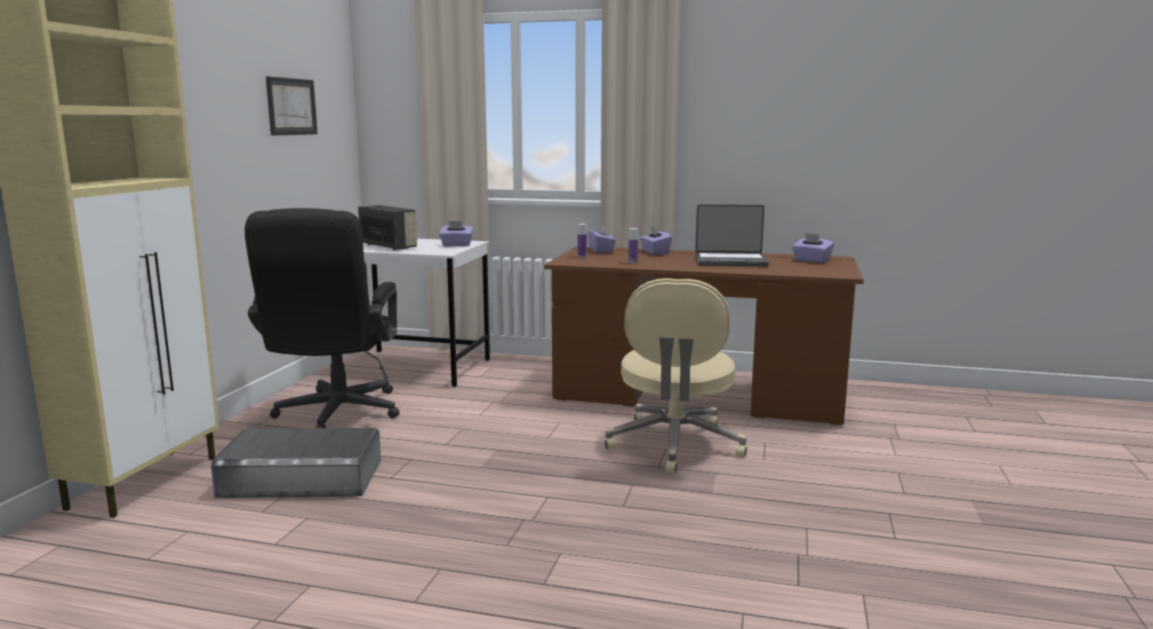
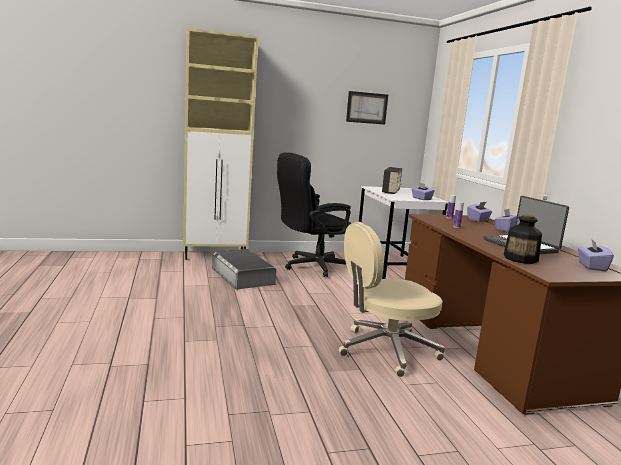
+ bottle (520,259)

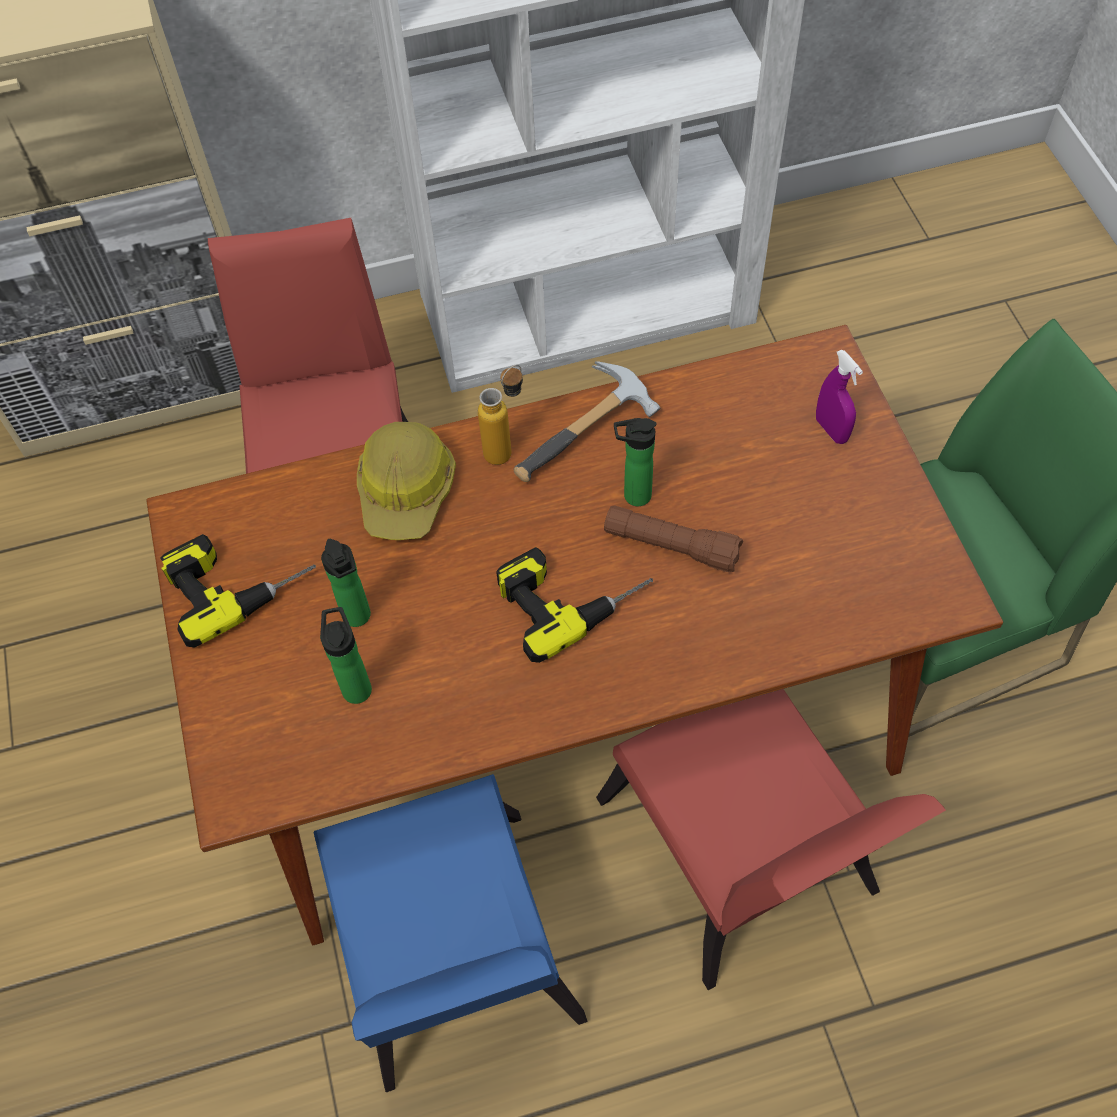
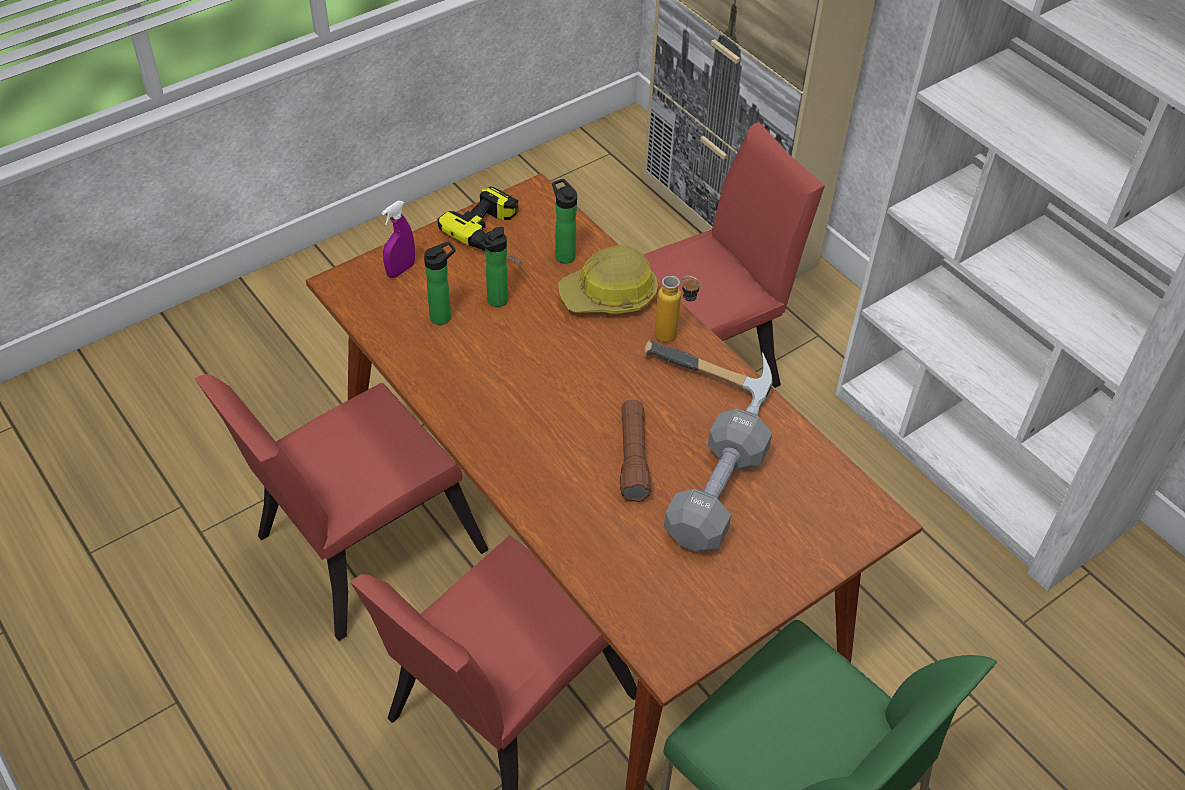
~ chair in blue (456,965) to chair in red (357,548)
~ spray bottle in purple (831,430) to (400,270)
~ bottle (633,496) to (563,254)
+ dumbbell in grey (716,496)
- power drill (570,594)

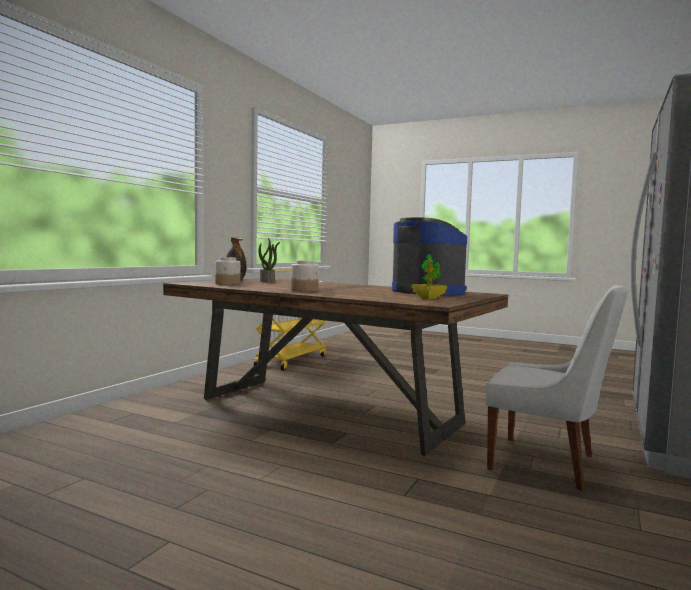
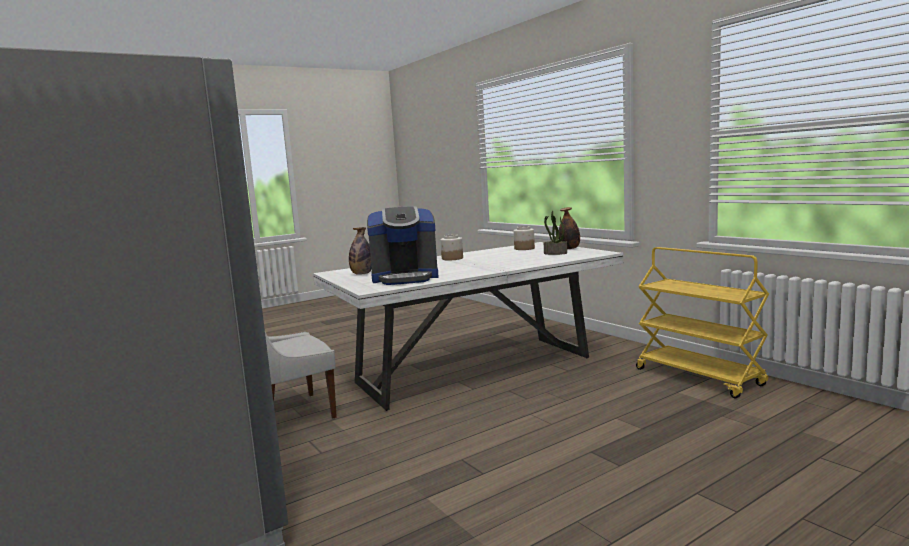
~ dining table in brown (325,411) to dining table in white (475,370)
~ potted plant (428,298) to bottle (362,274)

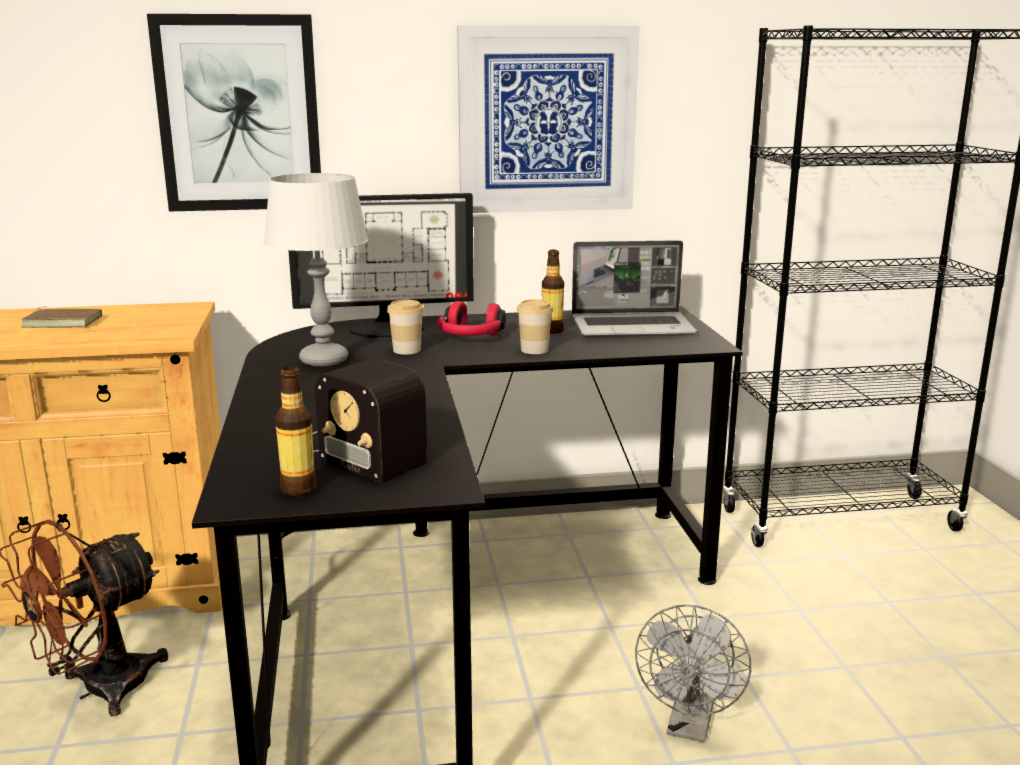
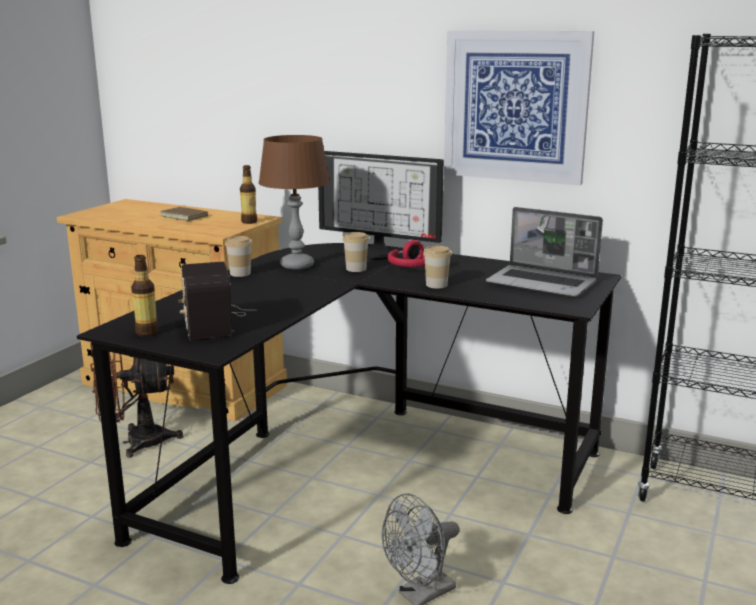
+ cup (240,273)
~ bottle (552,331) to (249,222)
~ table lamp in grey (323,360) to table lamp in brown (296,265)
- picture (239,114)

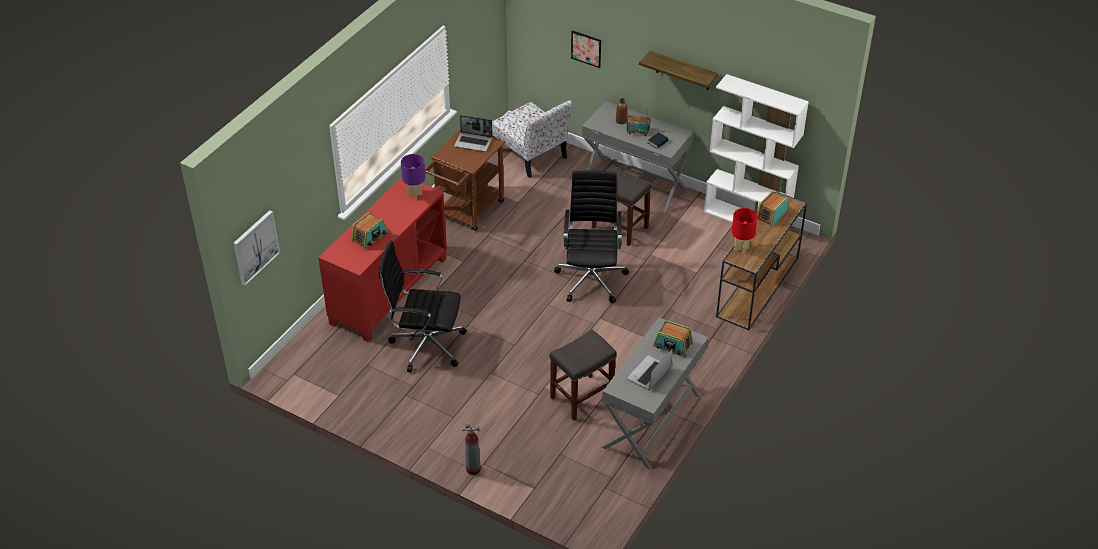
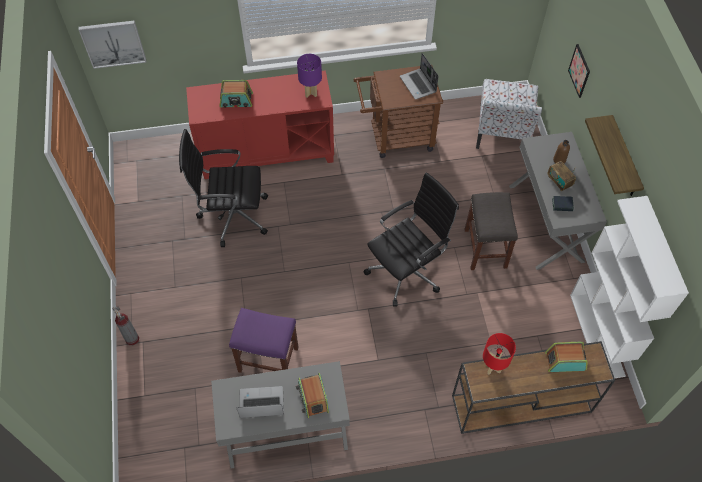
~ office chair in black (425,345) = (232,215) 60 degrees counterclockwise
~ stool in grey (582,397) to stool in purple (269,359)

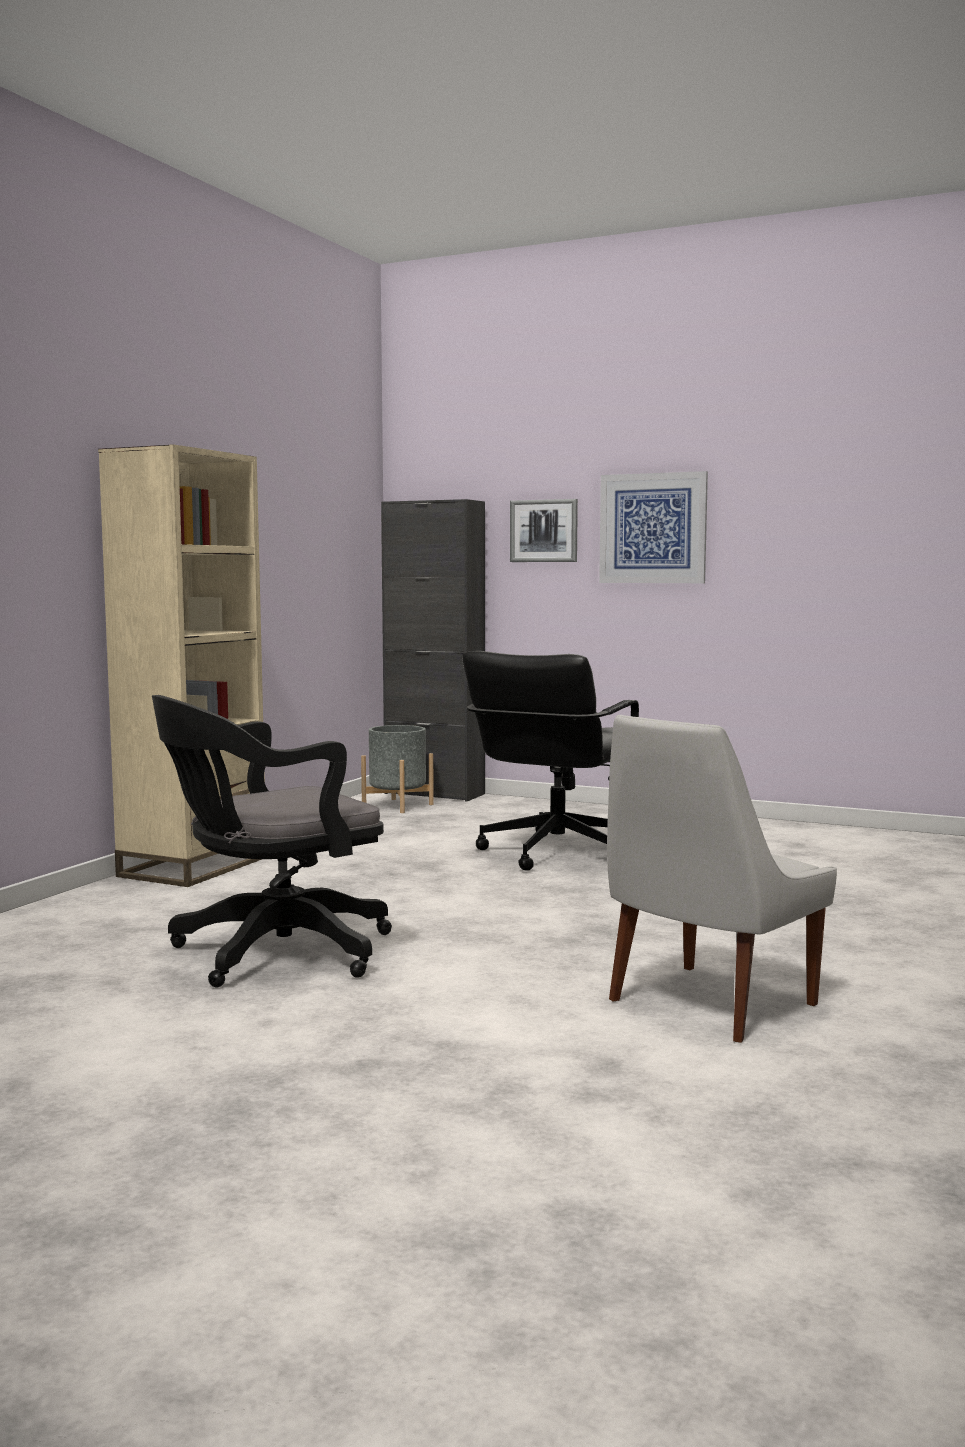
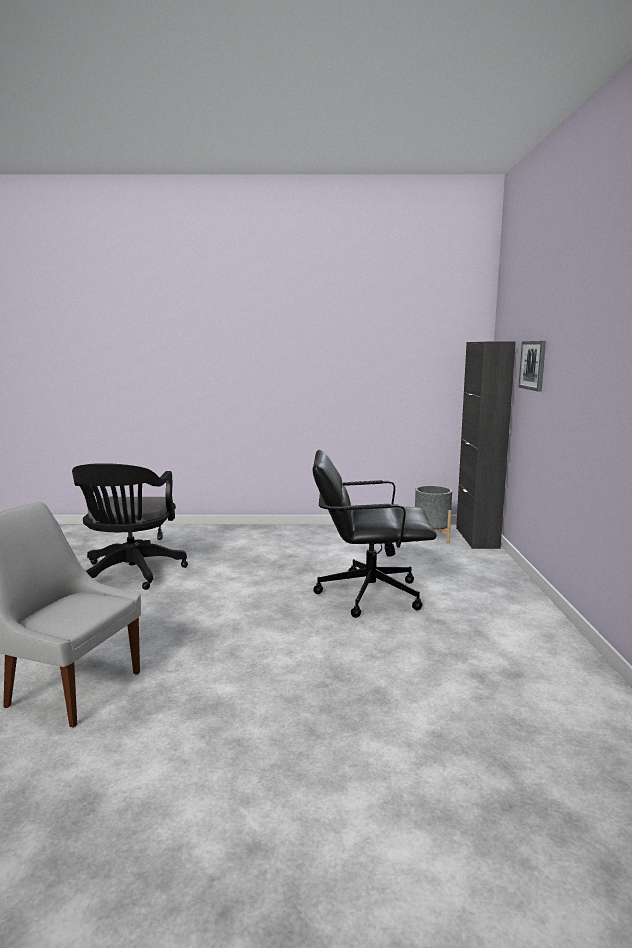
~ office chair in black (272,954) = (131,574) 120 degrees counterclockwise
- bookcase in beige (194,867)
- picture (653,528)

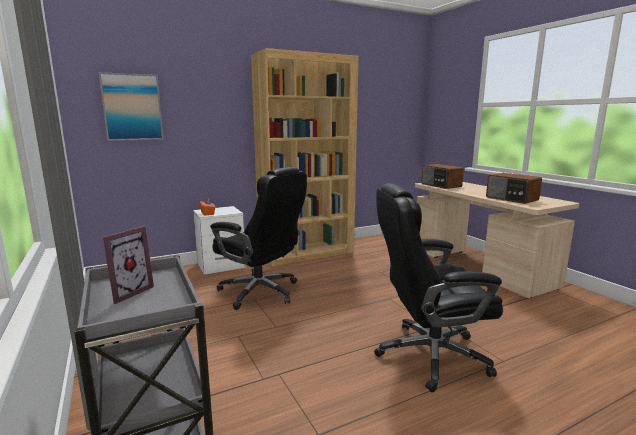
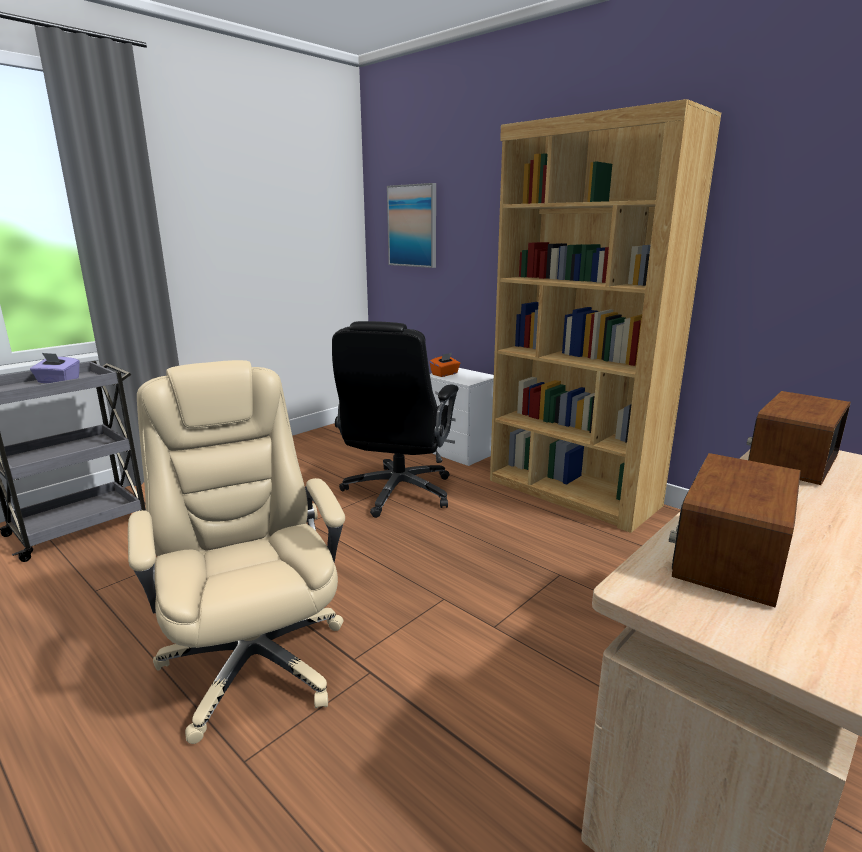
~ picture frame (127,292) to tissue box in purple (58,381)
~ office chair in black (429,355) to office chair in beige (254,660)

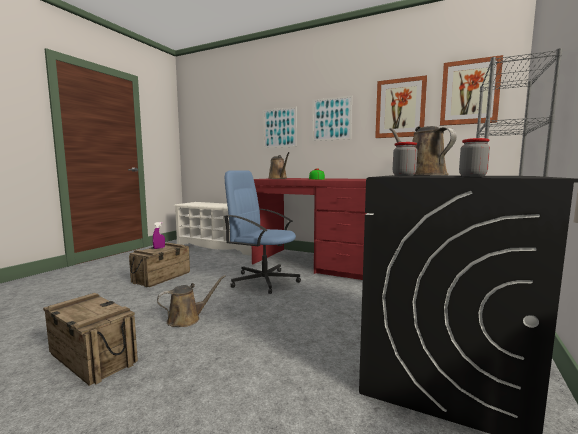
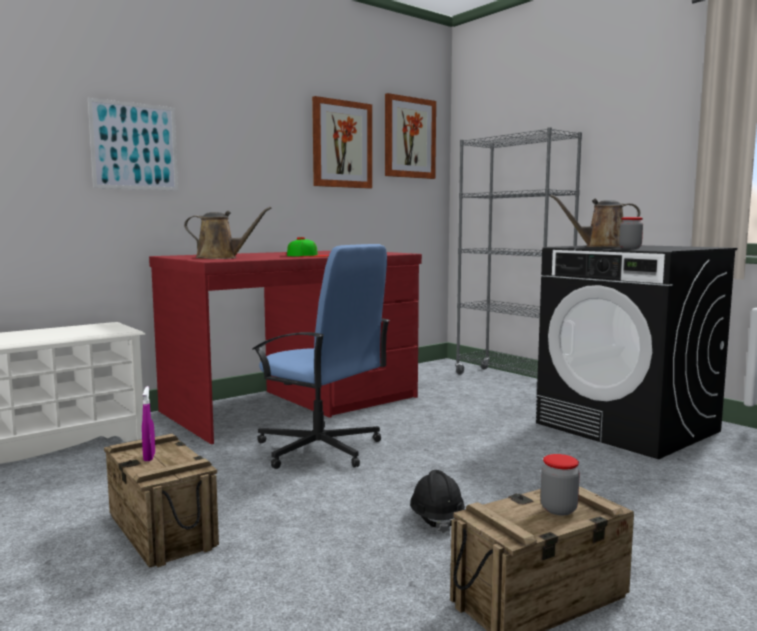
~ office chair in blue (263,281) = (320,449) 105 degrees counterclockwise
~ watering can in brown (187,319) to hard hat in black (436,518)
~ jar (472,176) to (558,509)
- picture (331,119)

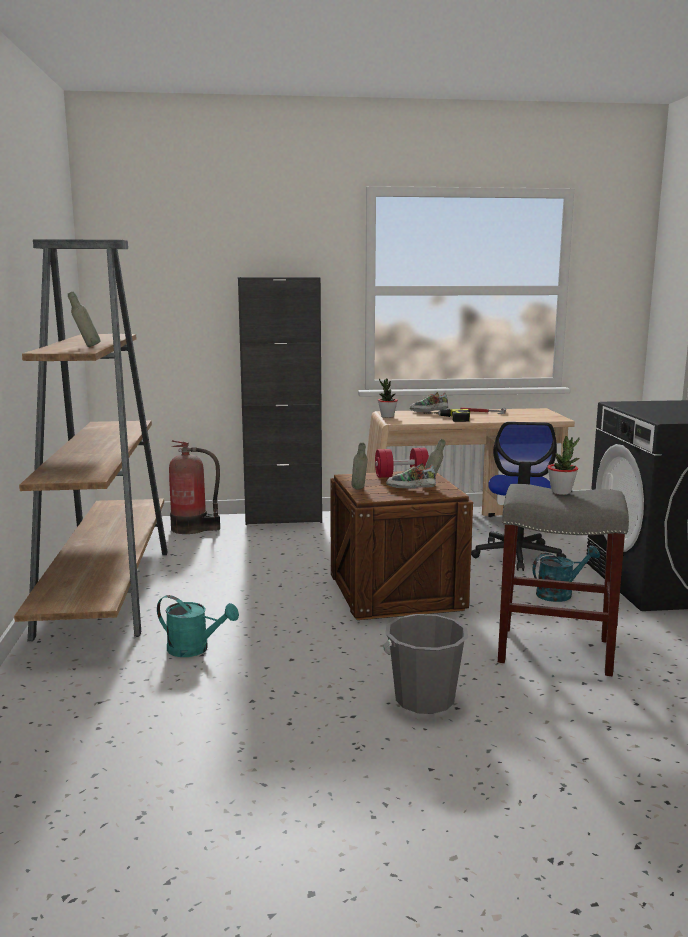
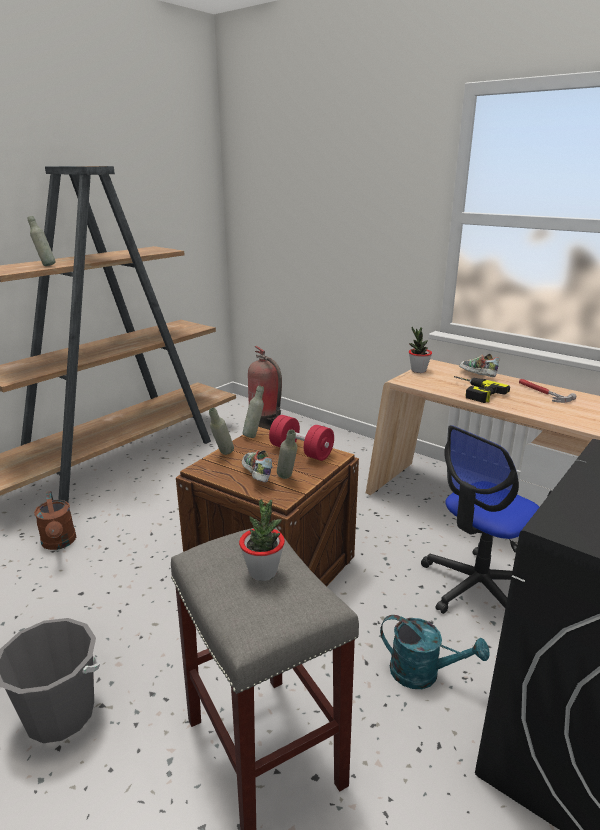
~ watering can in turquoise (195,649) to watering can in brown (59,543)
+ bottle in grey (254,435)
- cabinet in black (283,518)

